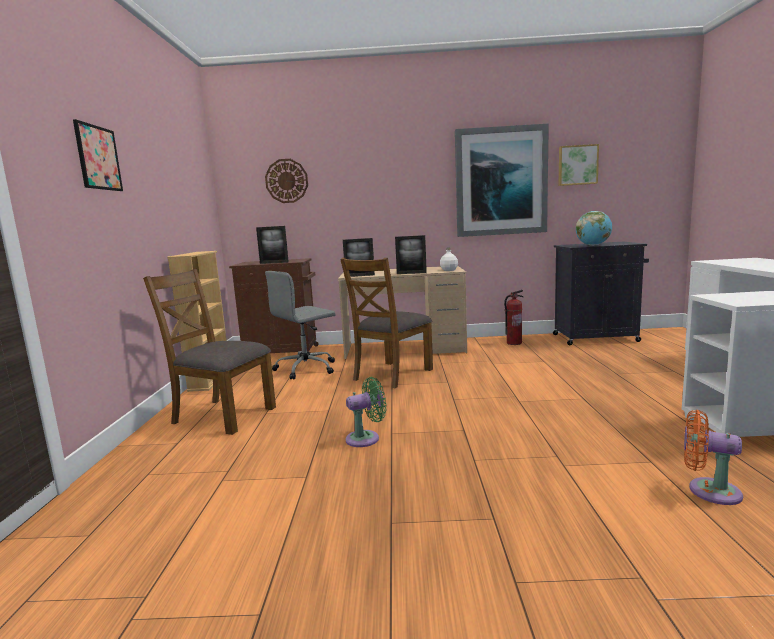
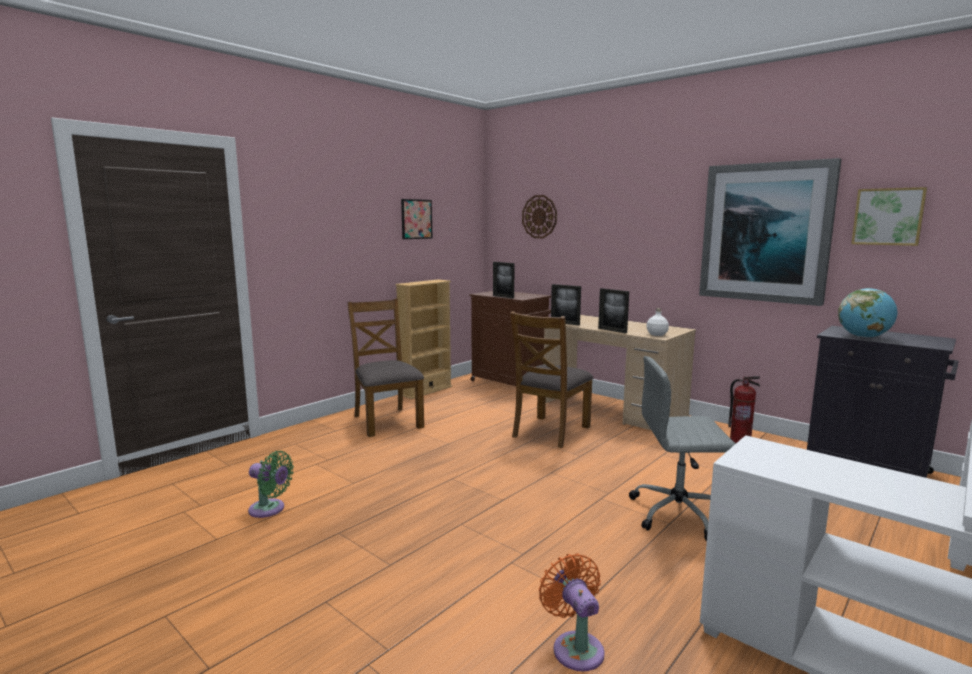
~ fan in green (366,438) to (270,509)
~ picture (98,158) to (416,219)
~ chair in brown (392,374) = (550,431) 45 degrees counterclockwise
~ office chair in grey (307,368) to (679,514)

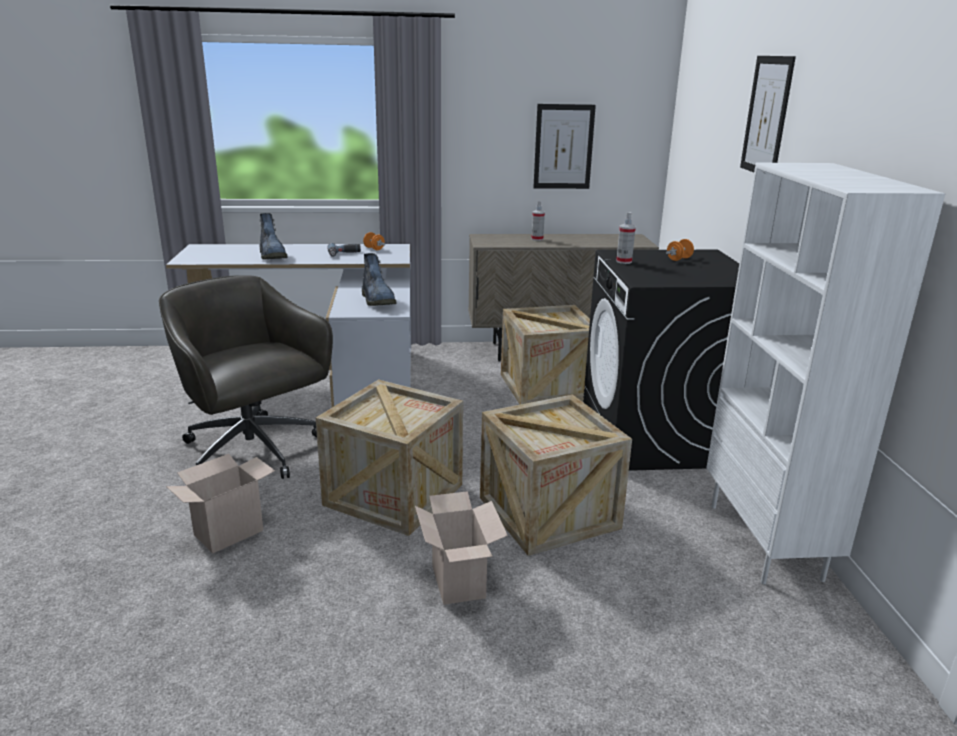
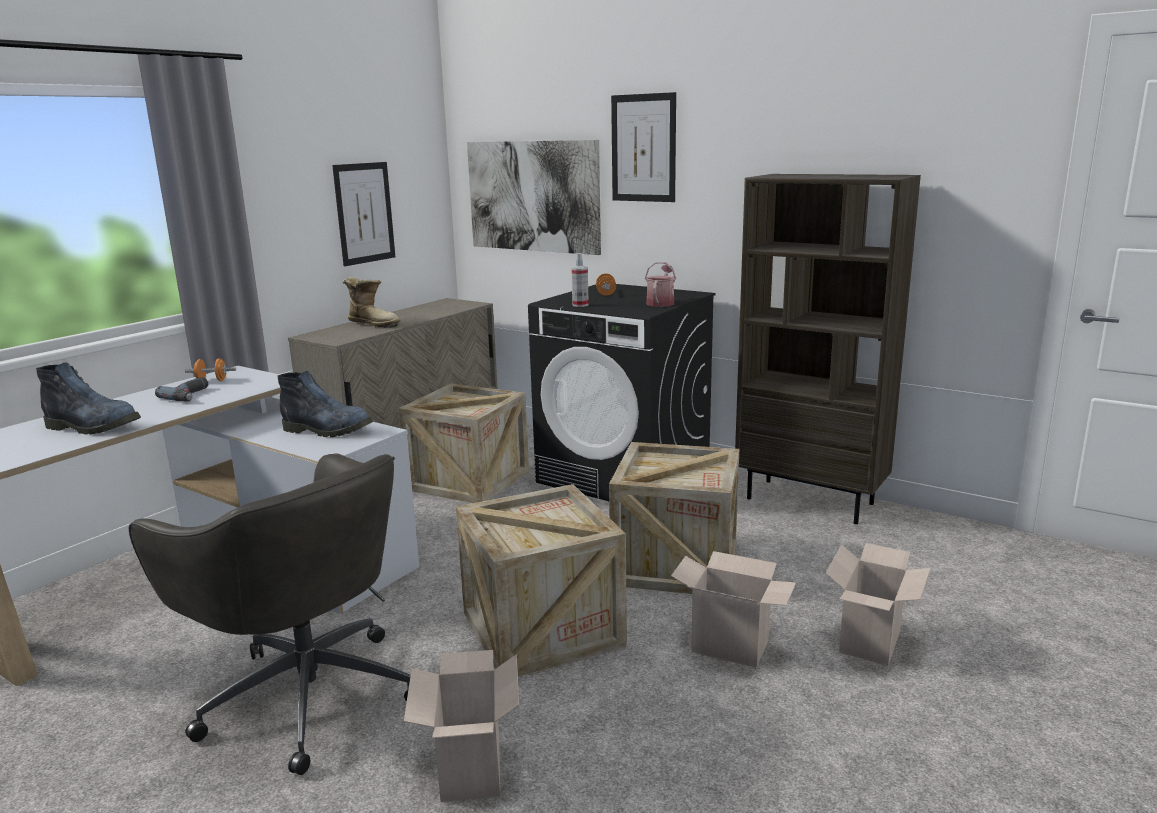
~ office chair in grey (253,452) = (307,693) 135 degrees counterclockwise
~ spray bottle (537,239) to boot (373,323)
+ picture (533,196)
+ watering can (661,302)
~ bookcase in white (766,542) to bookcase in brown (811,501)
+ cardboard box (871,643)

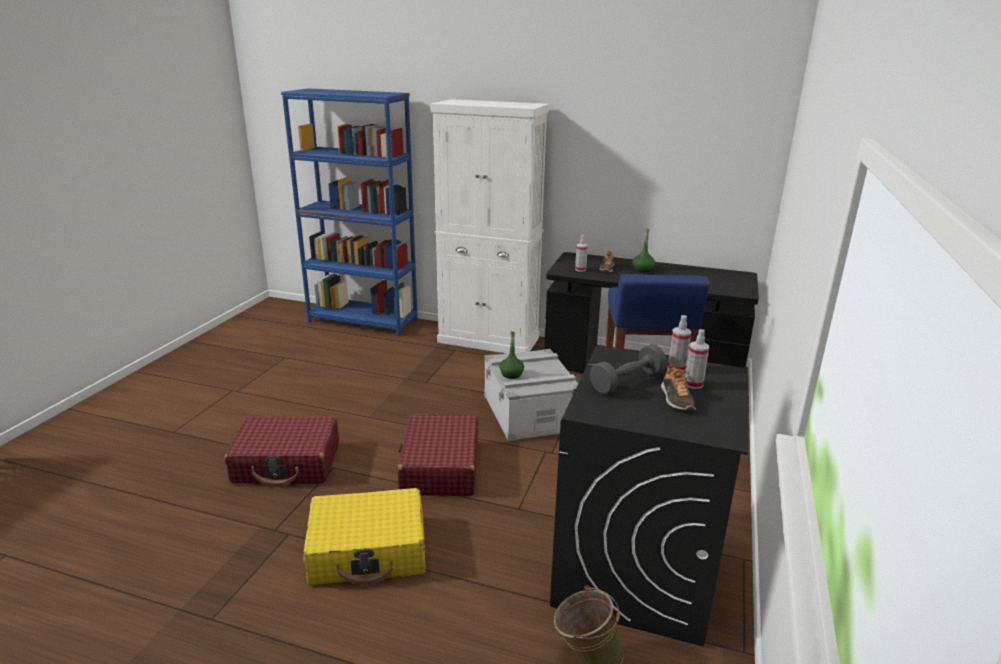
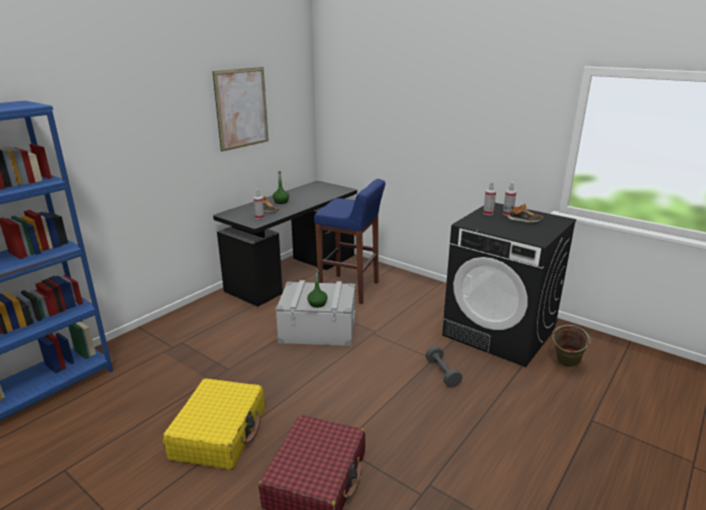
~ suitcase in yellow (368,550) to (219,433)
+ picture (242,108)
~ dumbbell in grey (627,382) to (442,373)
- suitcase in red (440,468)
- cabinet in white (489,340)

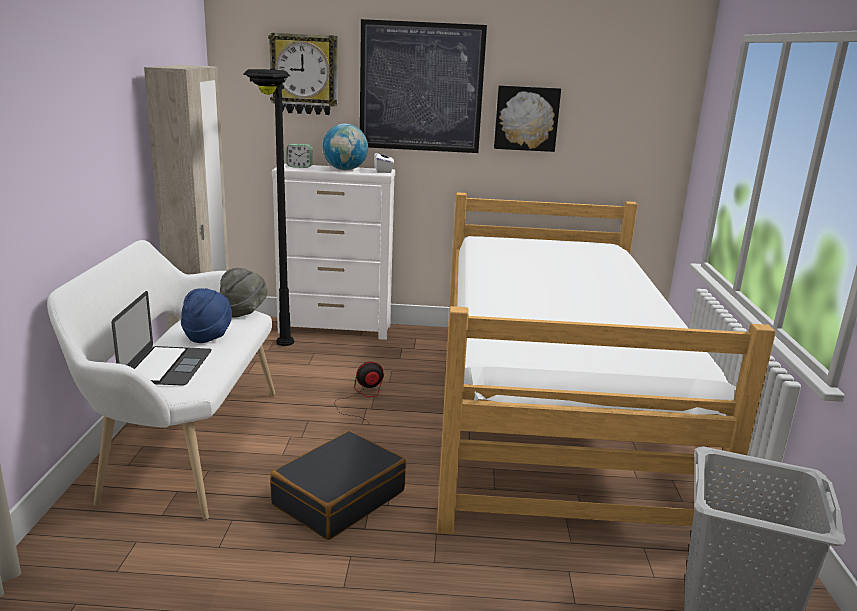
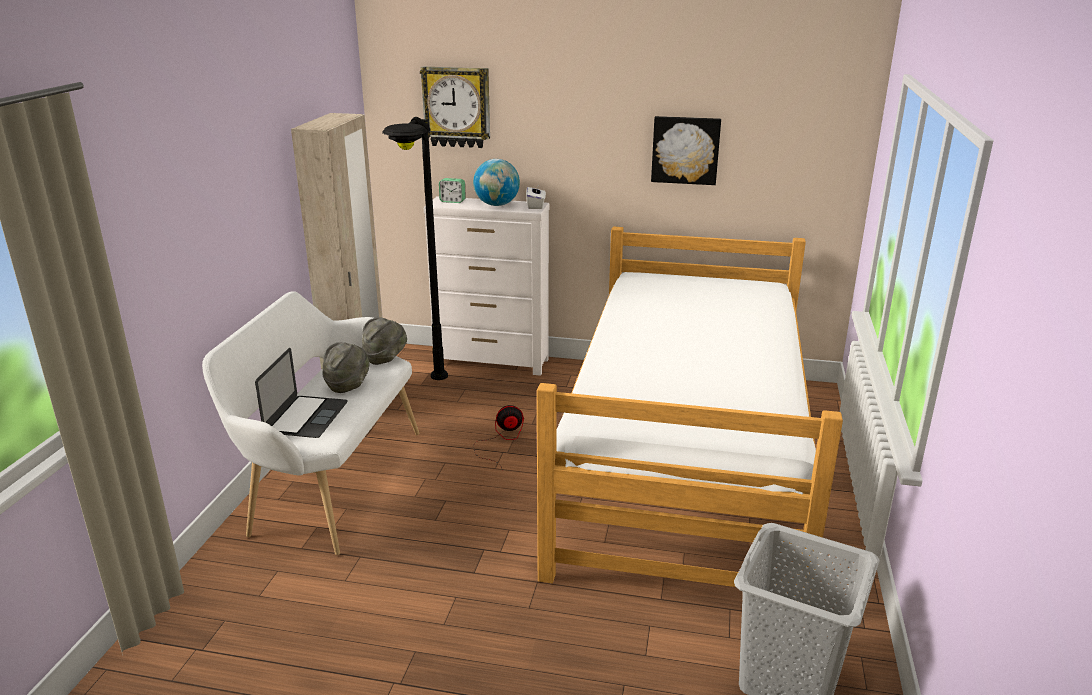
~ hat in blue (208,336) to hat in grey (347,385)
- suitcase in black (338,497)
- picture (421,87)

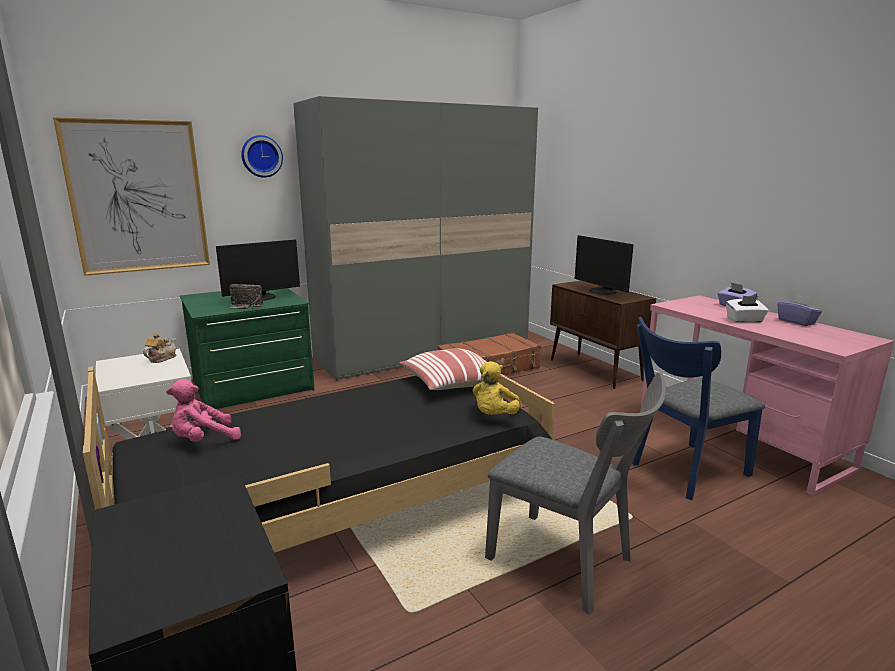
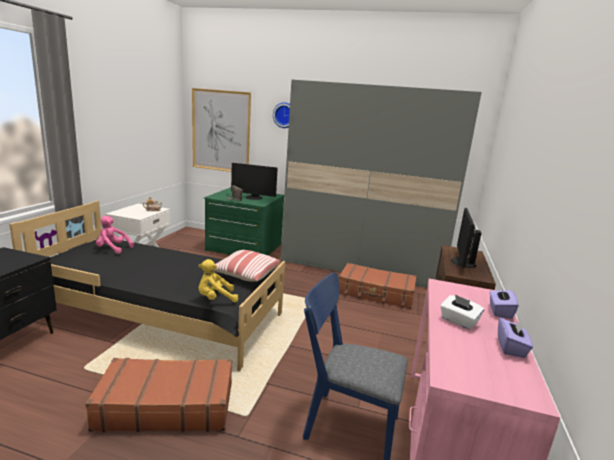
~ chair in grey (568,564) to suitcase in brown (166,405)

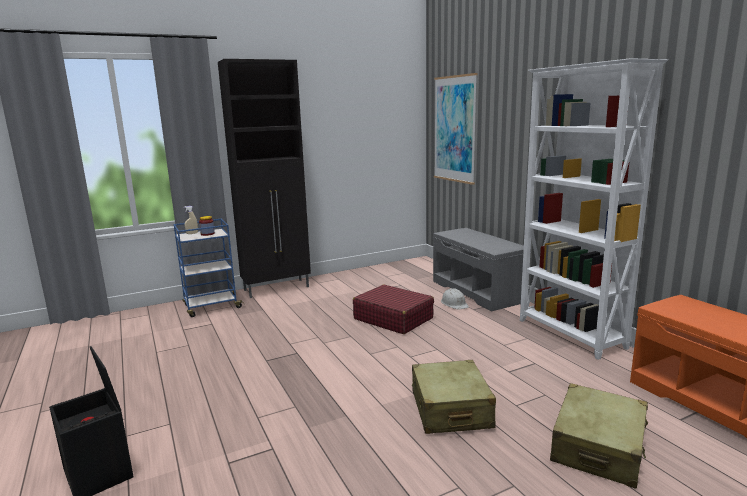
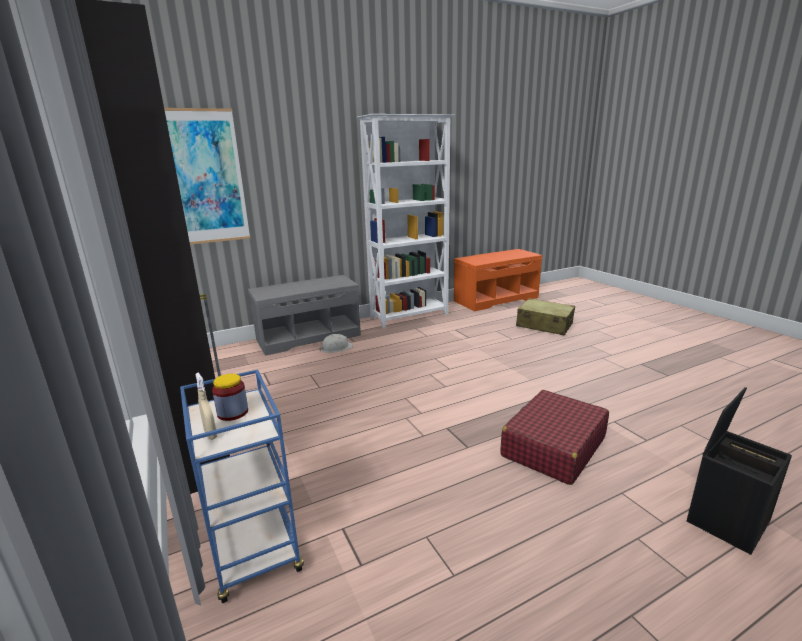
~ suitcase in red (393,318) to (553,447)
- suitcase in beige (450,409)

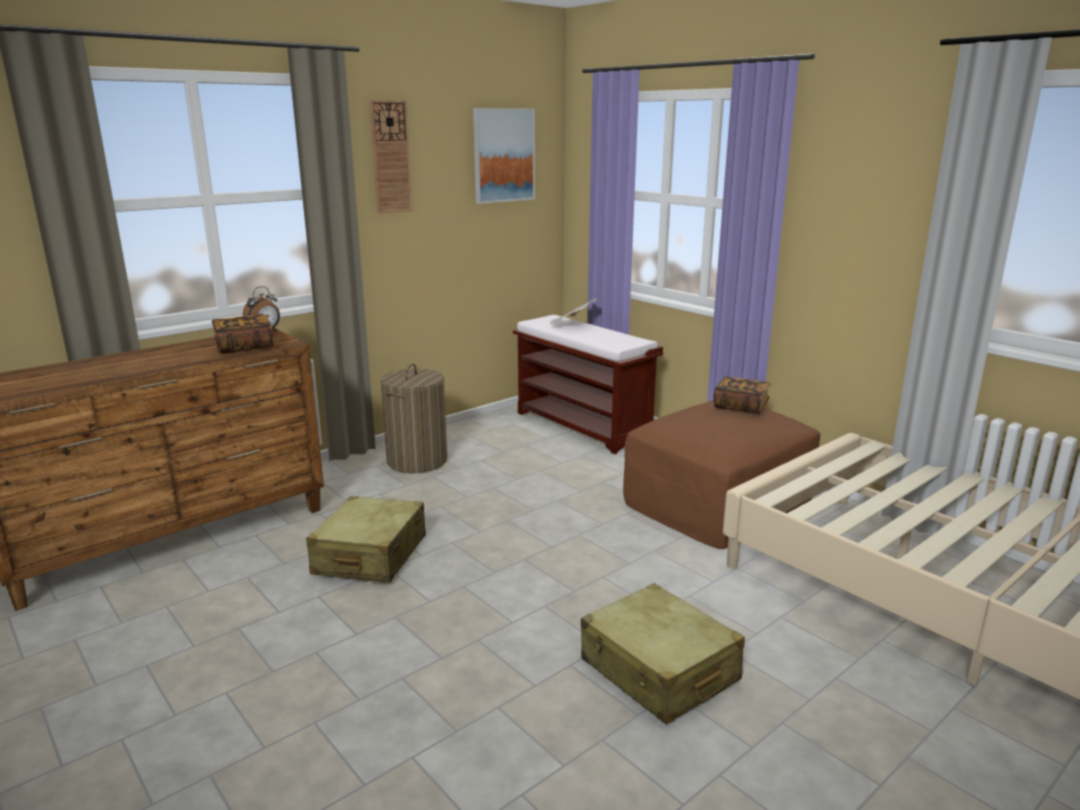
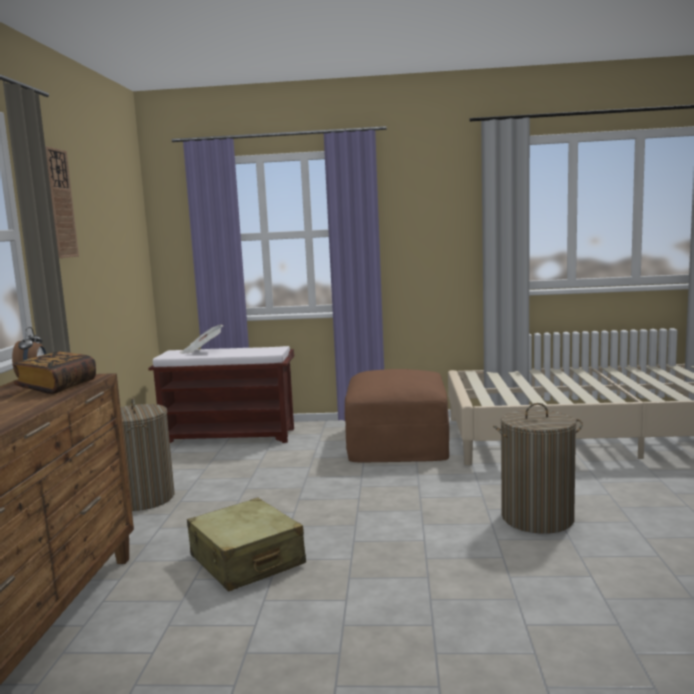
~ suitcase in beige (659,671) to laundry basket (537,518)
- picture (503,155)
- book (740,406)

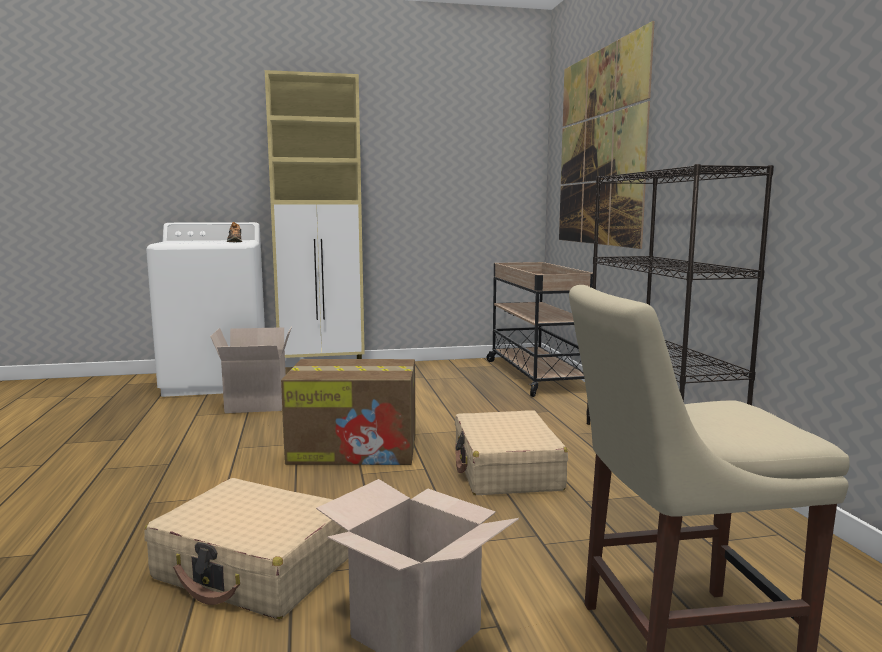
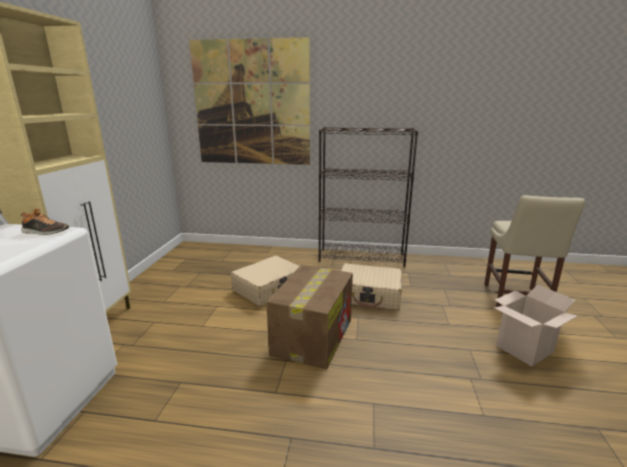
~ suitcase in beige (255,568) to (269,288)
- cardboard box (255,405)
- cart in beige (536,375)

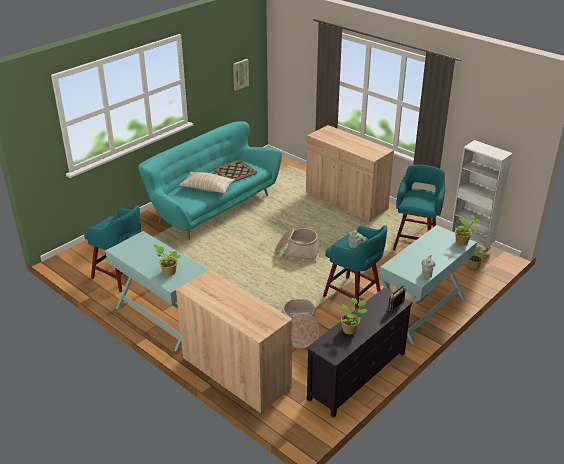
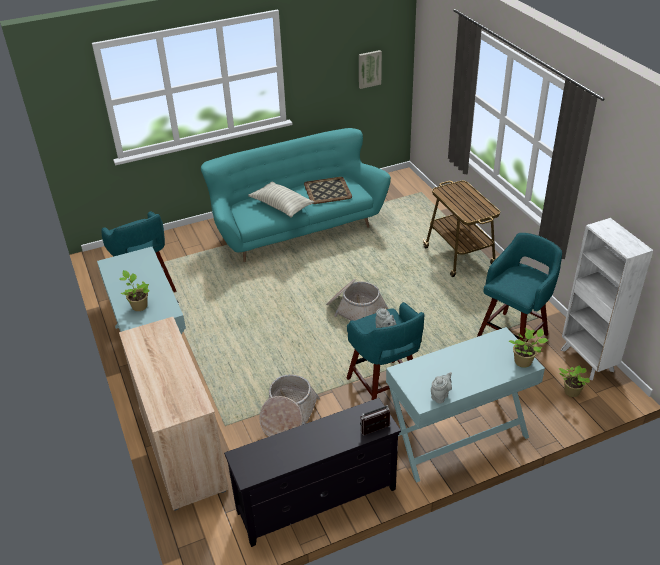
~ cabinet in beige (346,201) to cart (459,256)
- potted plant (350,329)

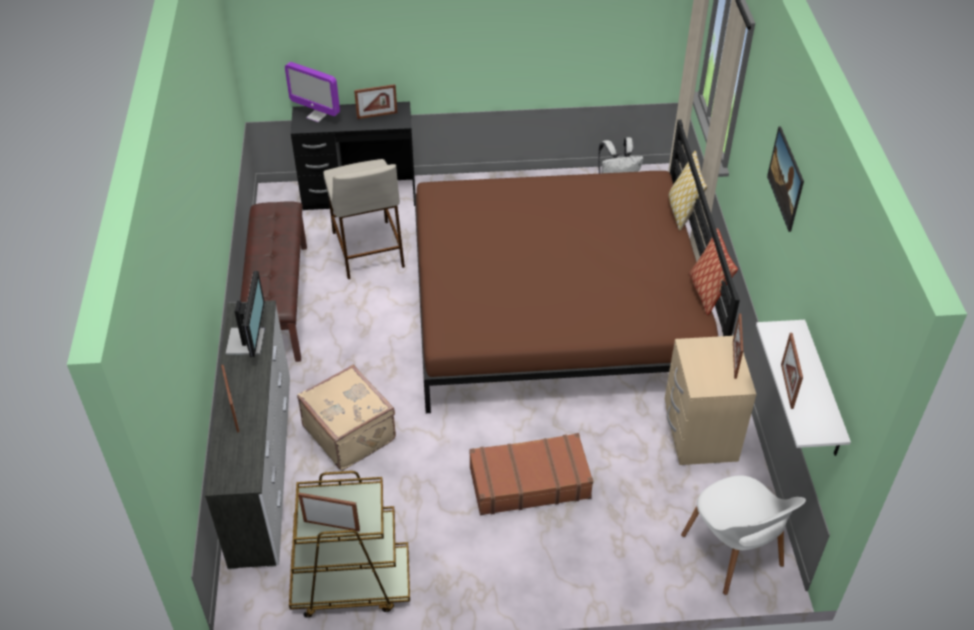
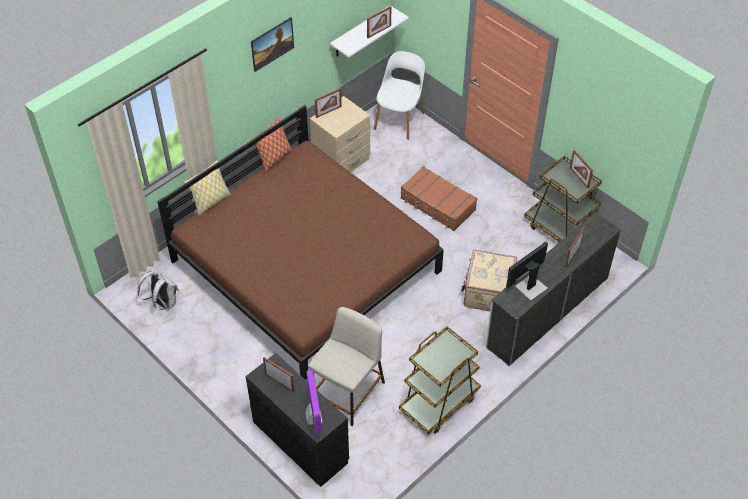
~ bench in brown (278,302) to cart in brown (439,402)

